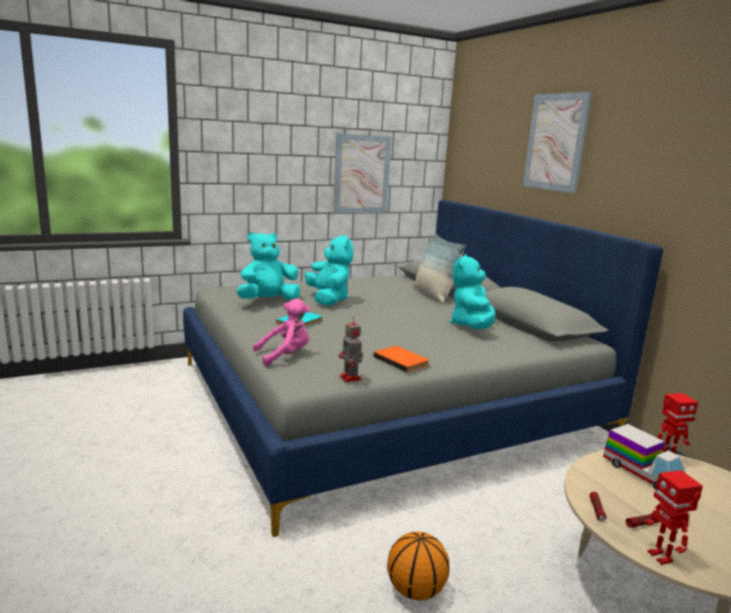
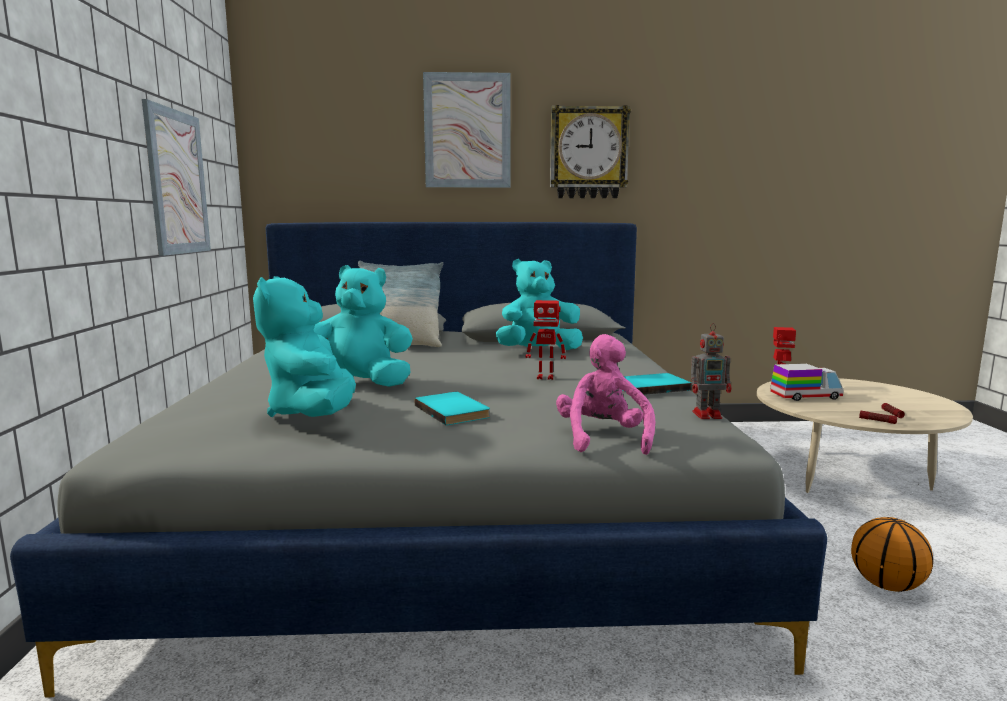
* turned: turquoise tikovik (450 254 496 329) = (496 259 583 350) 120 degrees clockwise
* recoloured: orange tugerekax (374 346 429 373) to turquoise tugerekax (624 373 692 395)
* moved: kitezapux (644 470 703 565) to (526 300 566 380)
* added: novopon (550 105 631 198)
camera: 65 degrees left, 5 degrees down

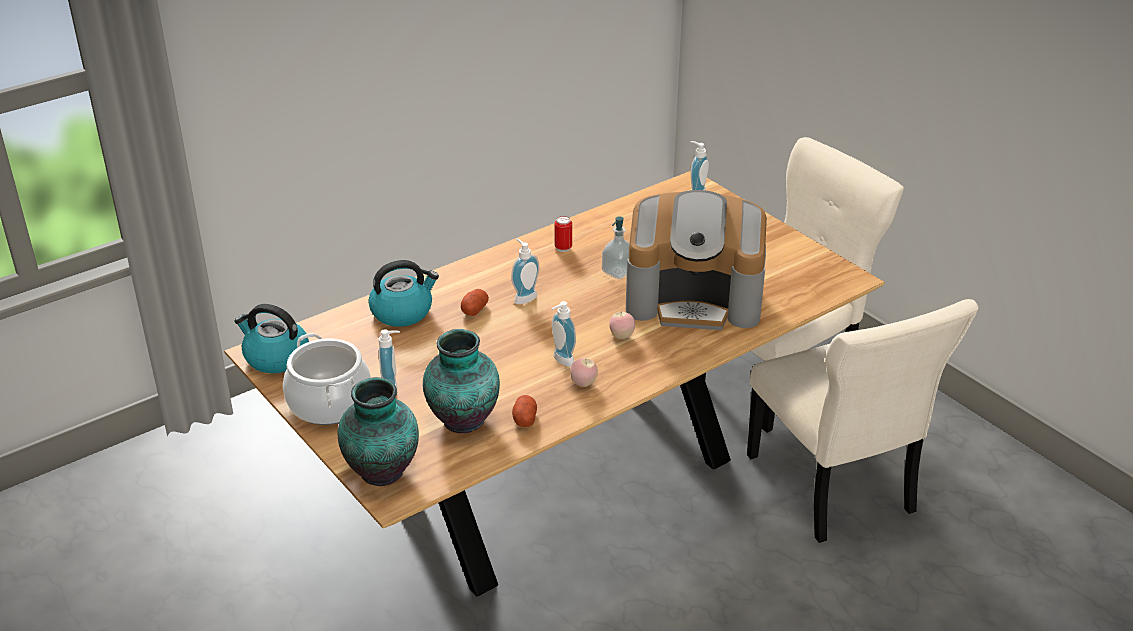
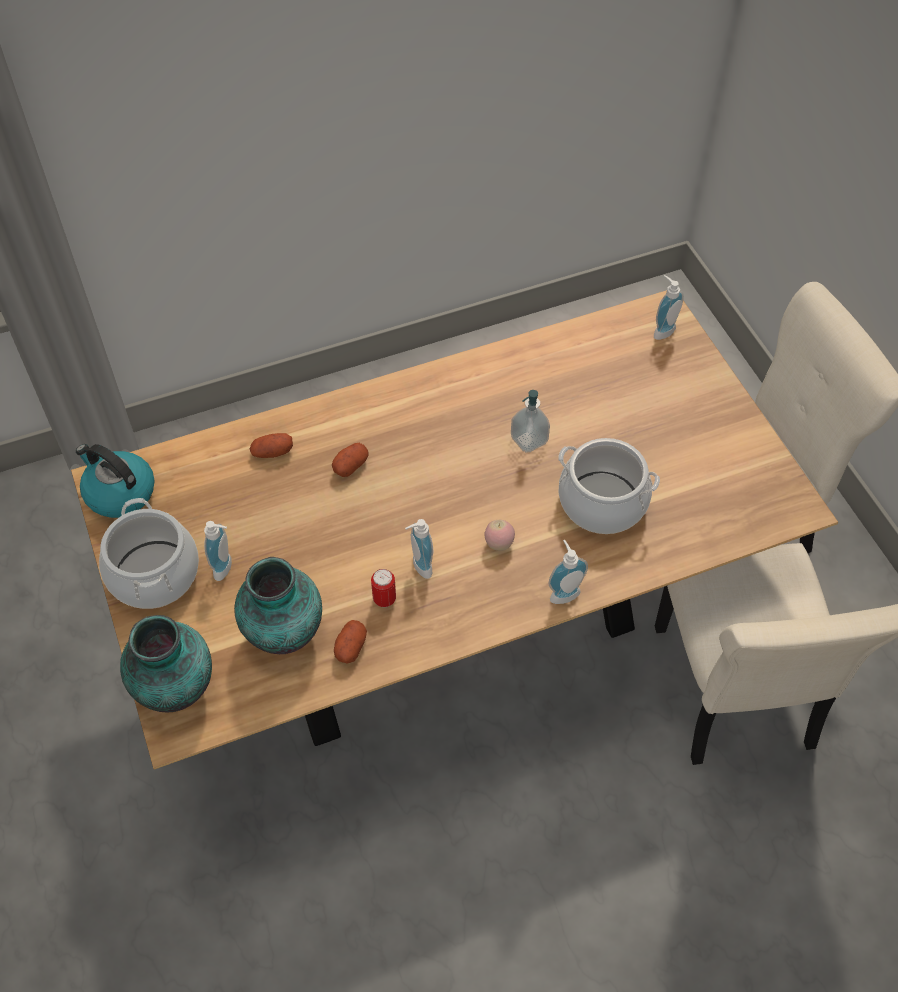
* replaced: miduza (626 190 767 330) to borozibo (558 438 660 534)
* moved: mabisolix (554 216 572 252) to (371 569 396 607)
* moved: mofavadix (511 239 539 304) to (548 540 588 604)
* replaced: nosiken (368 260 439 327) to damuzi (250 433 293 458)
* removed: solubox (570 358 598 387)
camera: 15 degrees right, 20 degrees up

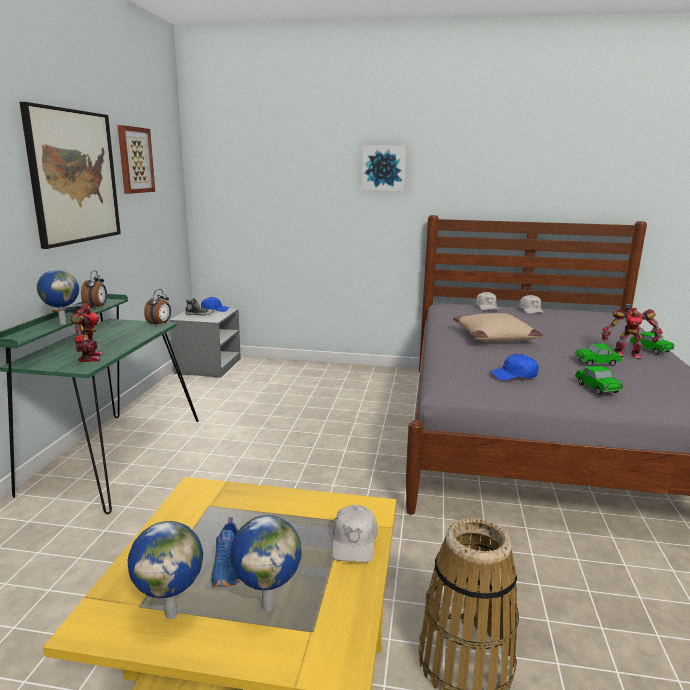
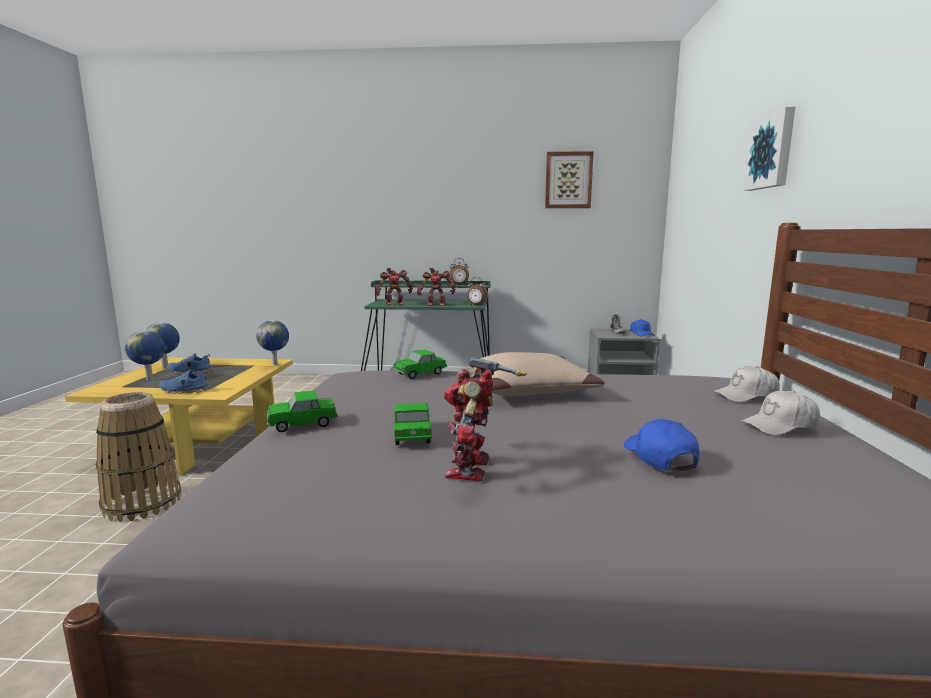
* removed: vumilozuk (20 102 121 249)
* moved: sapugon (37 269 79 325) to (256 320 289 365)
* moved: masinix (630 331 674 354) to (393 349 447 379)
* moved: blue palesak (490 354 539 380) to (624 419 699 472)
* replaced: white palesak (332 505 377 563) to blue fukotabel (160 370 210 394)
* added: kitezapux (417 268 456 306)
camera: 85 degrees right, 5 degrees down

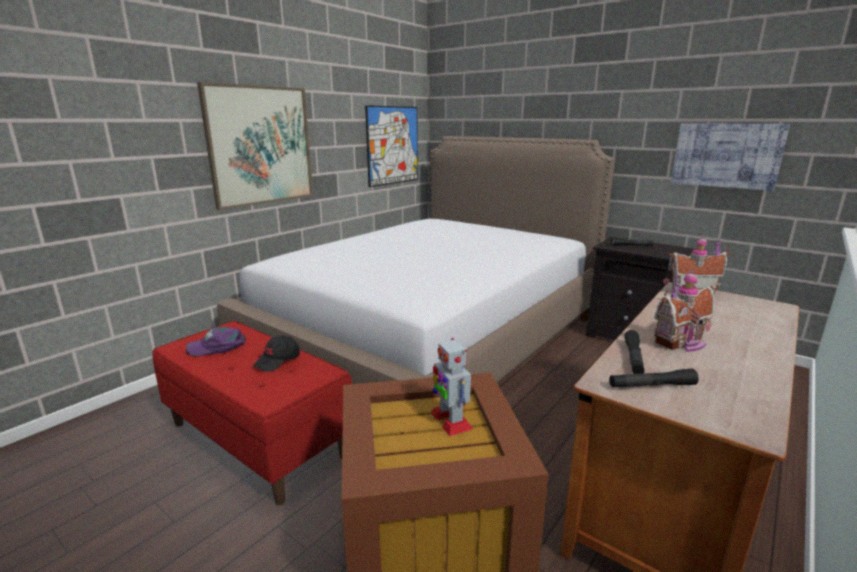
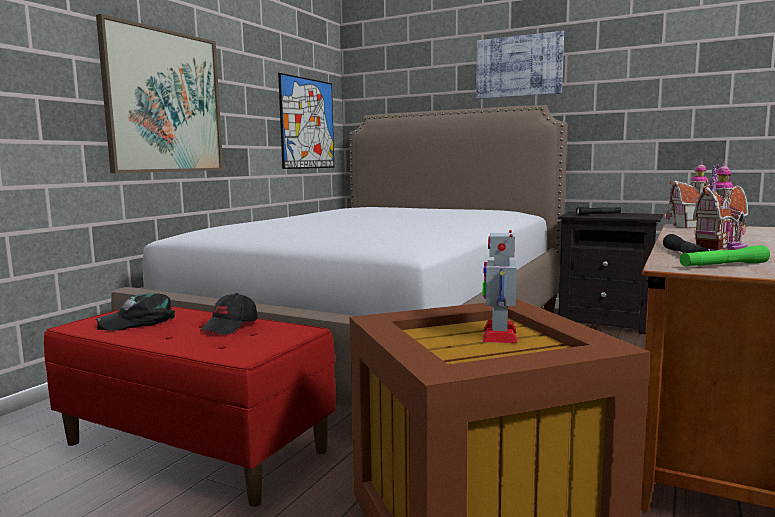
* moved: vumilozuk (671 123 790 191) to (476 31 564 99)
* recoloured: purple palesak (186 327 246 356) to black palesak (96 293 175 331)
* turned: kitezapux (431 338 473 436) = (483 230 517 343) 45 degrees clockwise
* recoloured: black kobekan (609 369 699 388) to green kobekan (680 245 770 267)
camera: 10 degrees left, 10 degrees down

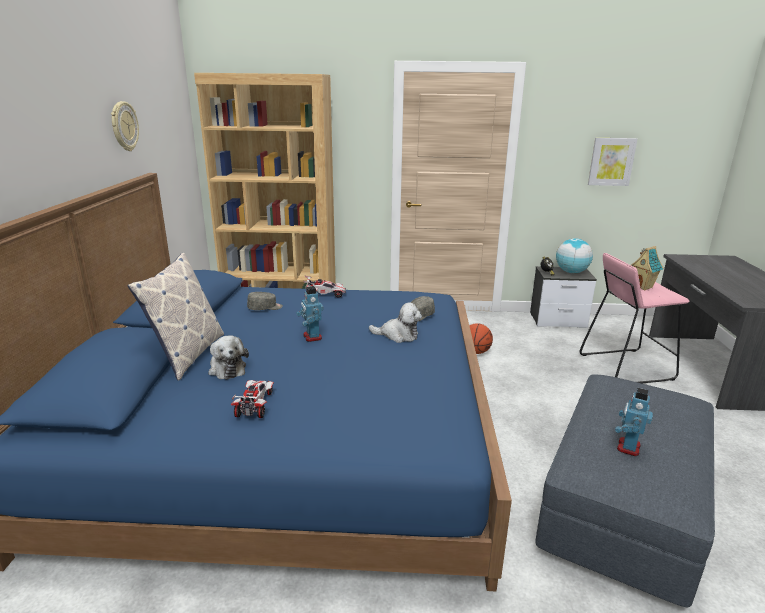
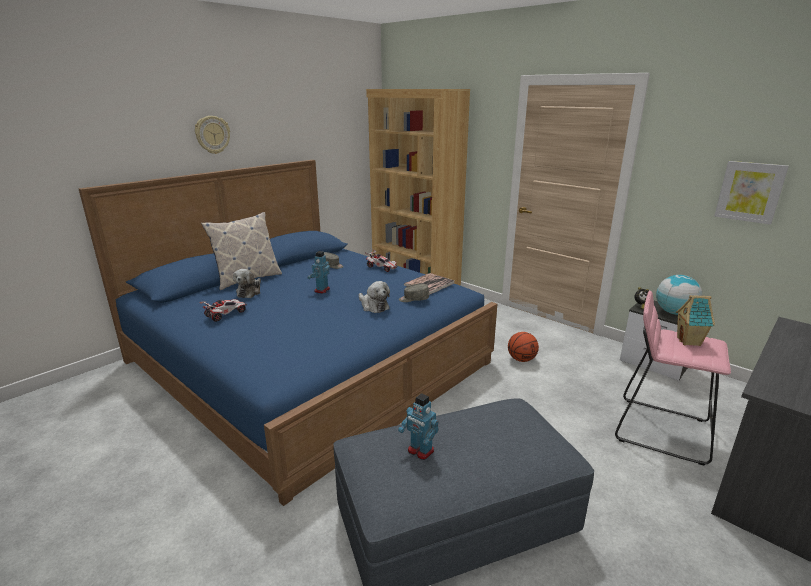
* moved: novopon (111 101 139 151) to (195 116 230 154)
* turned: kitezapux (615 388 653 457) = (398 393 439 460) 120 degrees counterclockwise
* added: tugerekax (404 273 455 294)
camera: 40 degrees right, 0 degrees up

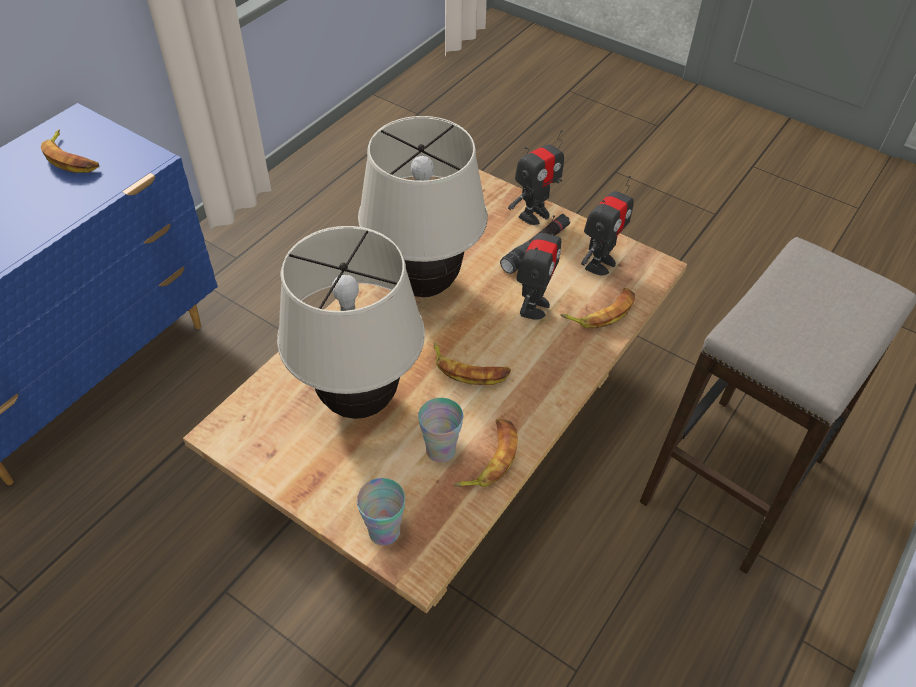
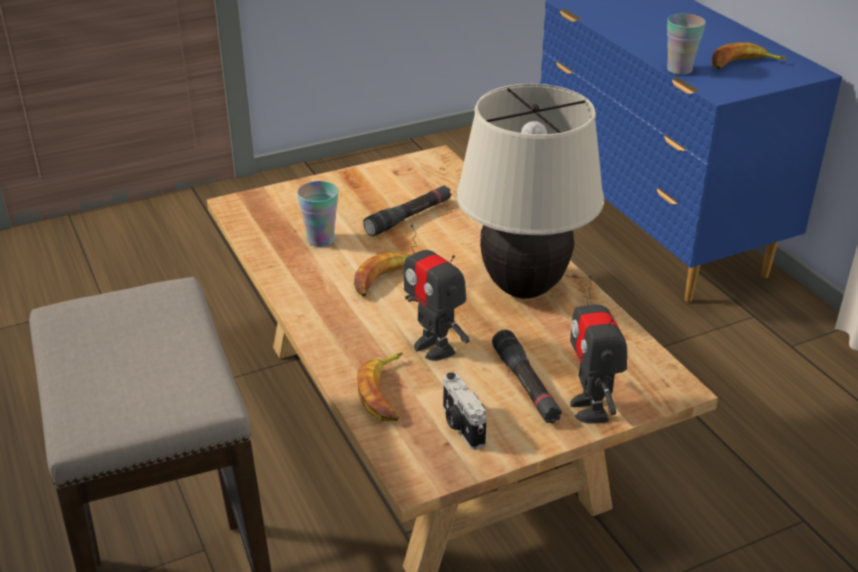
* replaced: kitezapux (581 176 634 275) to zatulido (443 372 487 450)
* replaced: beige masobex (277 226 425 419) to black kobekan (363 185 452 236)
* removed: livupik (454 419 518 487)
* moved: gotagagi (357 478 406 545) to (667 14 706 75)
camera: 120 degrees right, 15 degrees down

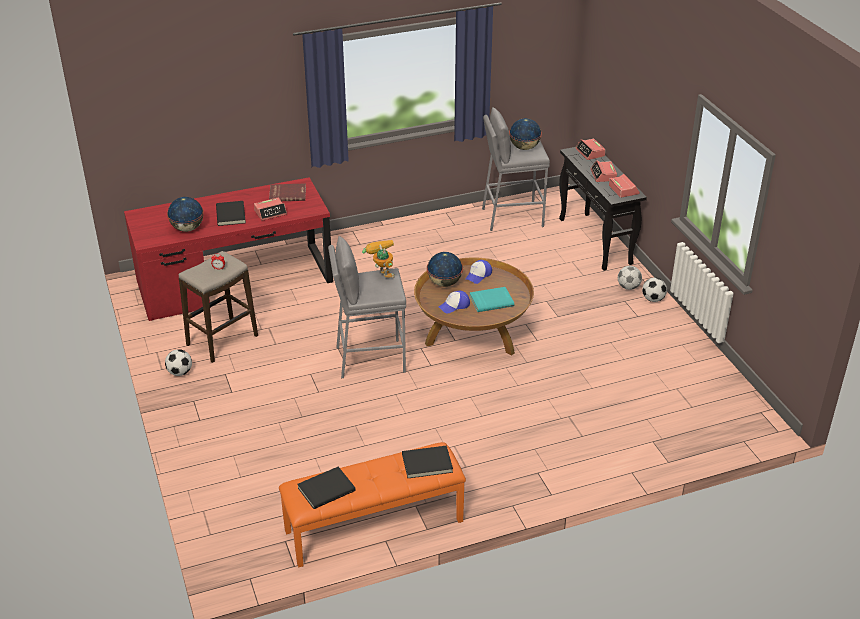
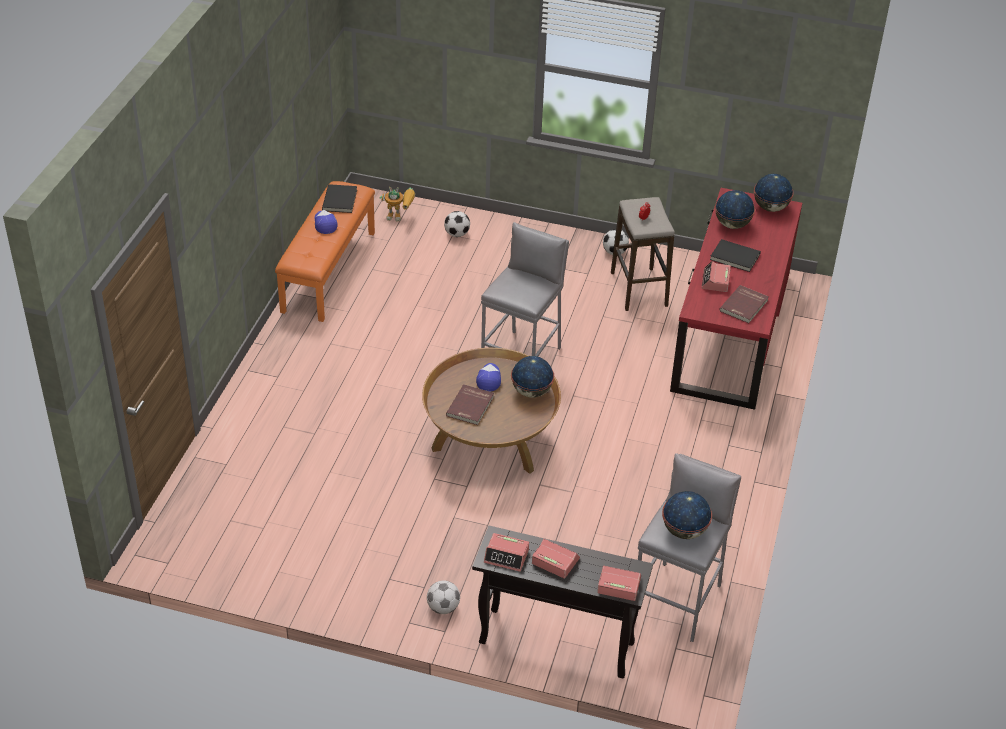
* moved: kitezapux (362 240 395 278) to (379 187 415 221)
* moved: palesak (465 260 492 284) to (314 210 338 234)
* moved: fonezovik (642 277 667 302) to (444 211 470 237)
* recoloured: turquoise tugerekax (470 287 514 312) to red tugerekax (446 384 494 425)
* removed: black tugerekax (402 446 453 478)
* added: sapugon (754 174 794 212)
camera: 125 degrees right, 5 degrees up

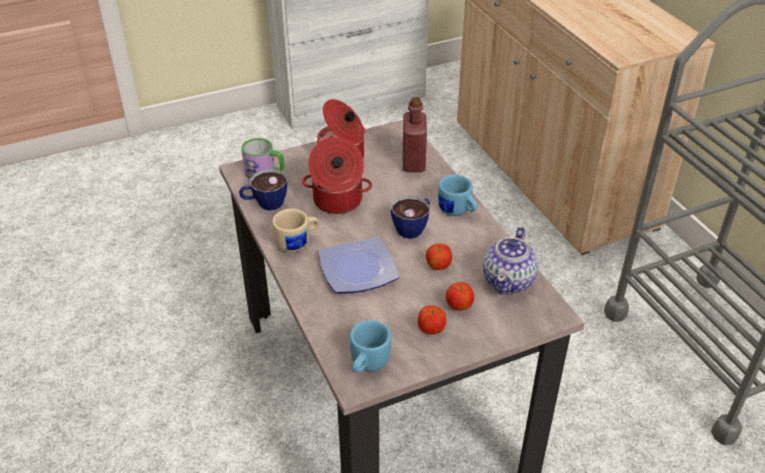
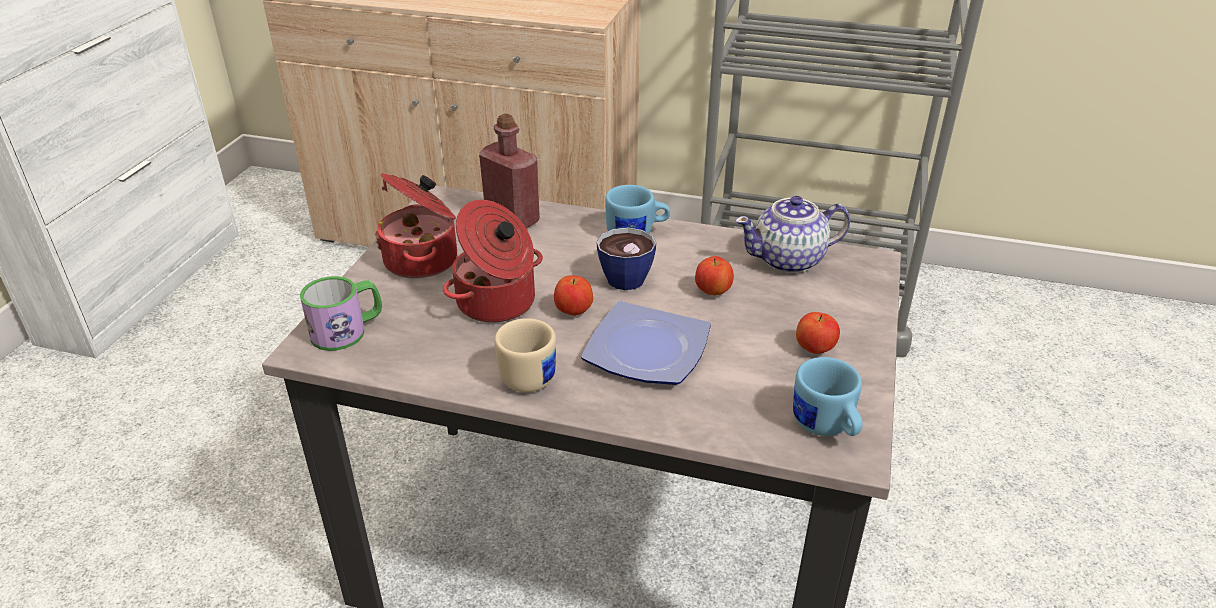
* removed: gotagagi (239 169 287 210)
* turned: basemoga (483 227 539 294) = (735 196 850 273) 105 degrees clockwise
* moved: solubox (446 282 474 311) to (554 275 593 316)
camera: 50 degrees left, 5 degrees down

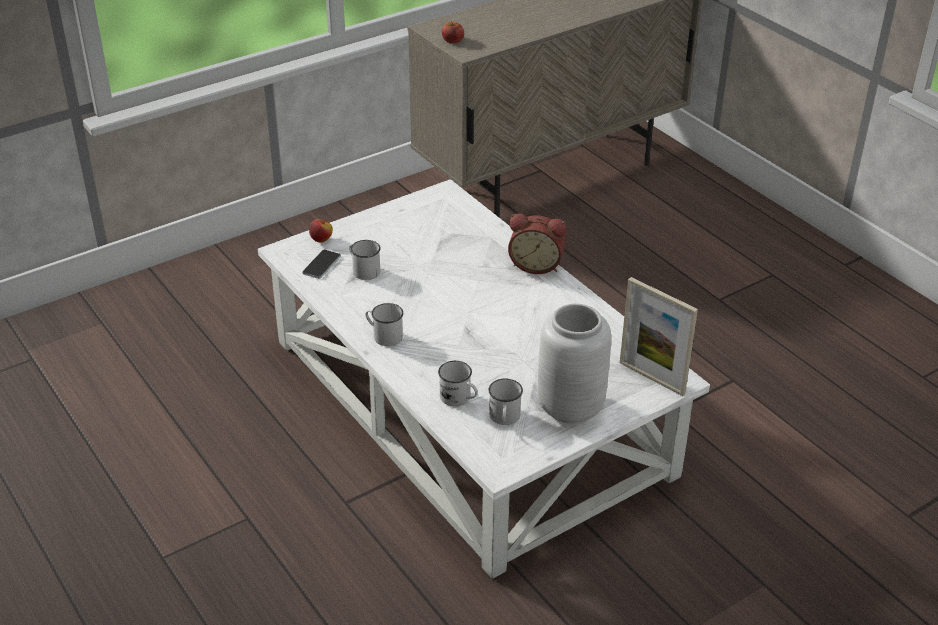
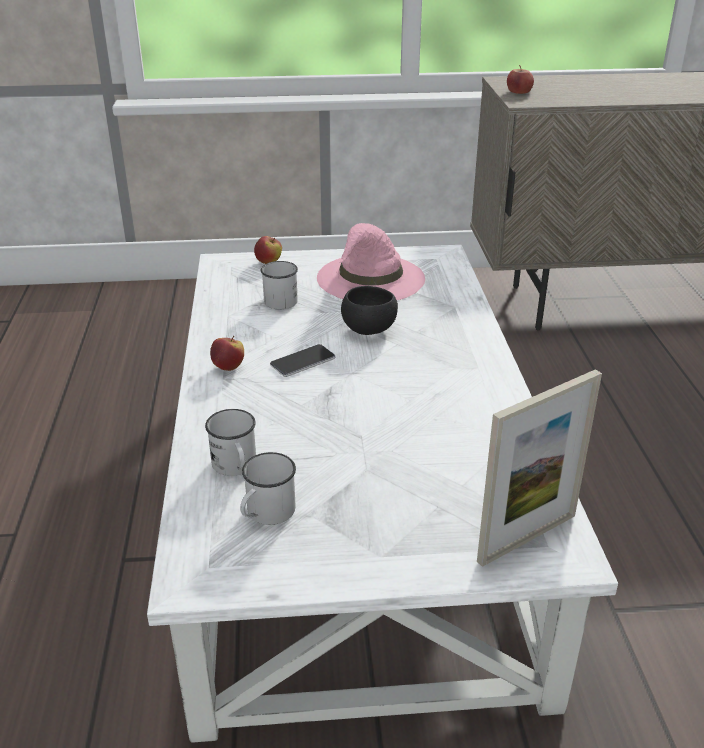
* removed: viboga (508 214 567 274)
* moved: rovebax (302 250 341 279) to (270 344 336 377)
* turned: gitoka (620 277 698 396) = (477 369 602 567) 105 degrees counterclockwise
* replaced: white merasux (366 303 403 346) to solubox (210 336 244 371)
* removed: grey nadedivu (538 304 611 424)
* added: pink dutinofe (317 223 425 300)
* added: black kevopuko (341 286 398 335)
camera: 30 degrees right, 5 degrees down

